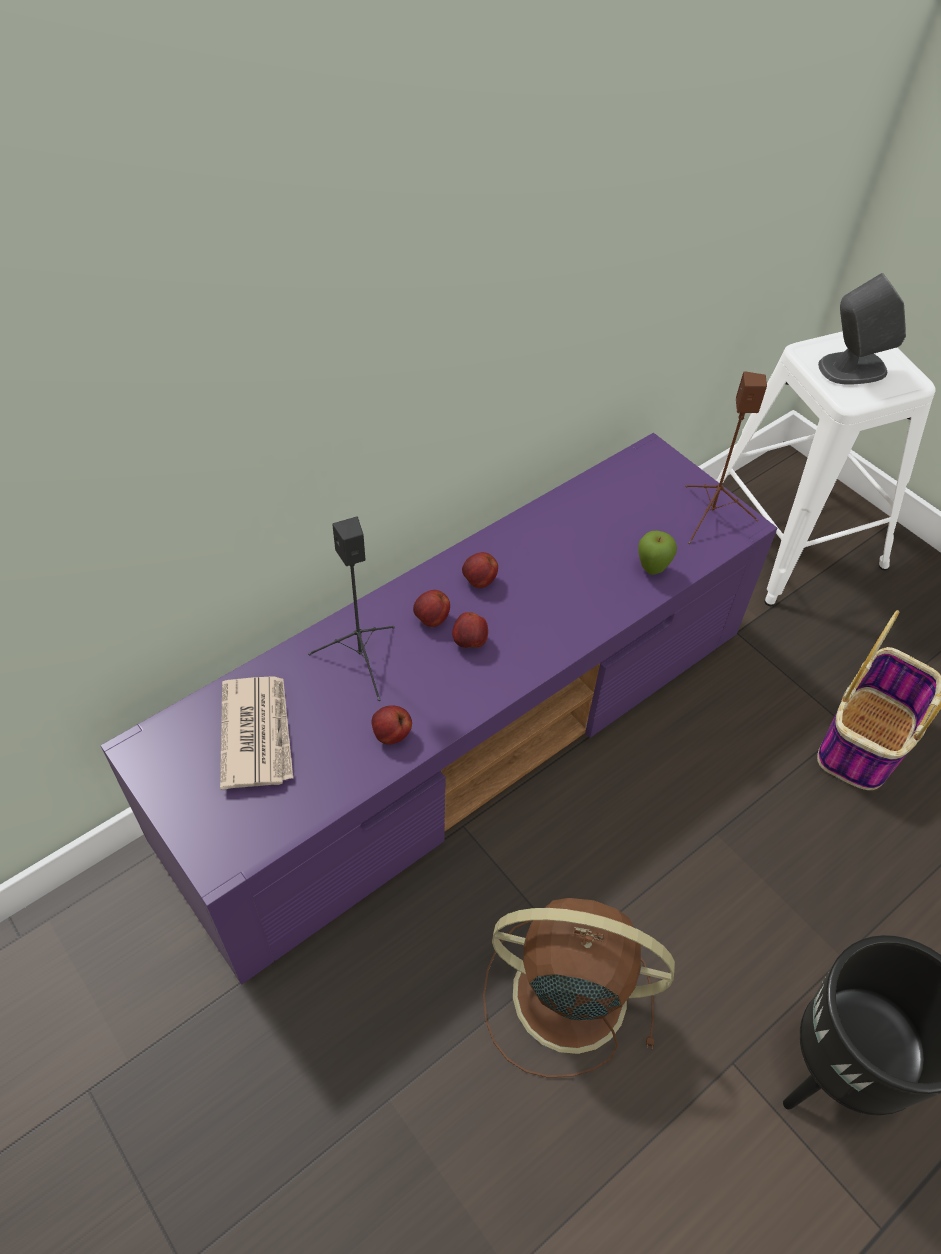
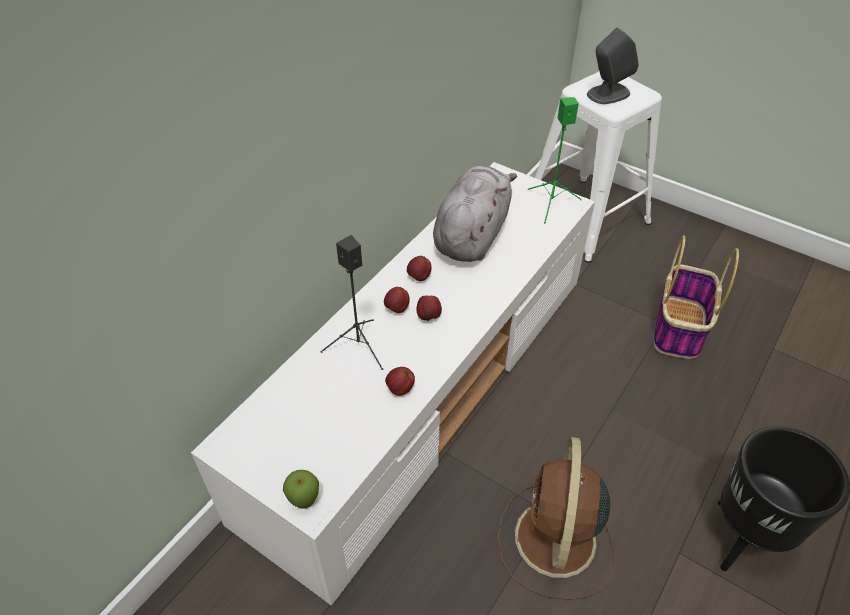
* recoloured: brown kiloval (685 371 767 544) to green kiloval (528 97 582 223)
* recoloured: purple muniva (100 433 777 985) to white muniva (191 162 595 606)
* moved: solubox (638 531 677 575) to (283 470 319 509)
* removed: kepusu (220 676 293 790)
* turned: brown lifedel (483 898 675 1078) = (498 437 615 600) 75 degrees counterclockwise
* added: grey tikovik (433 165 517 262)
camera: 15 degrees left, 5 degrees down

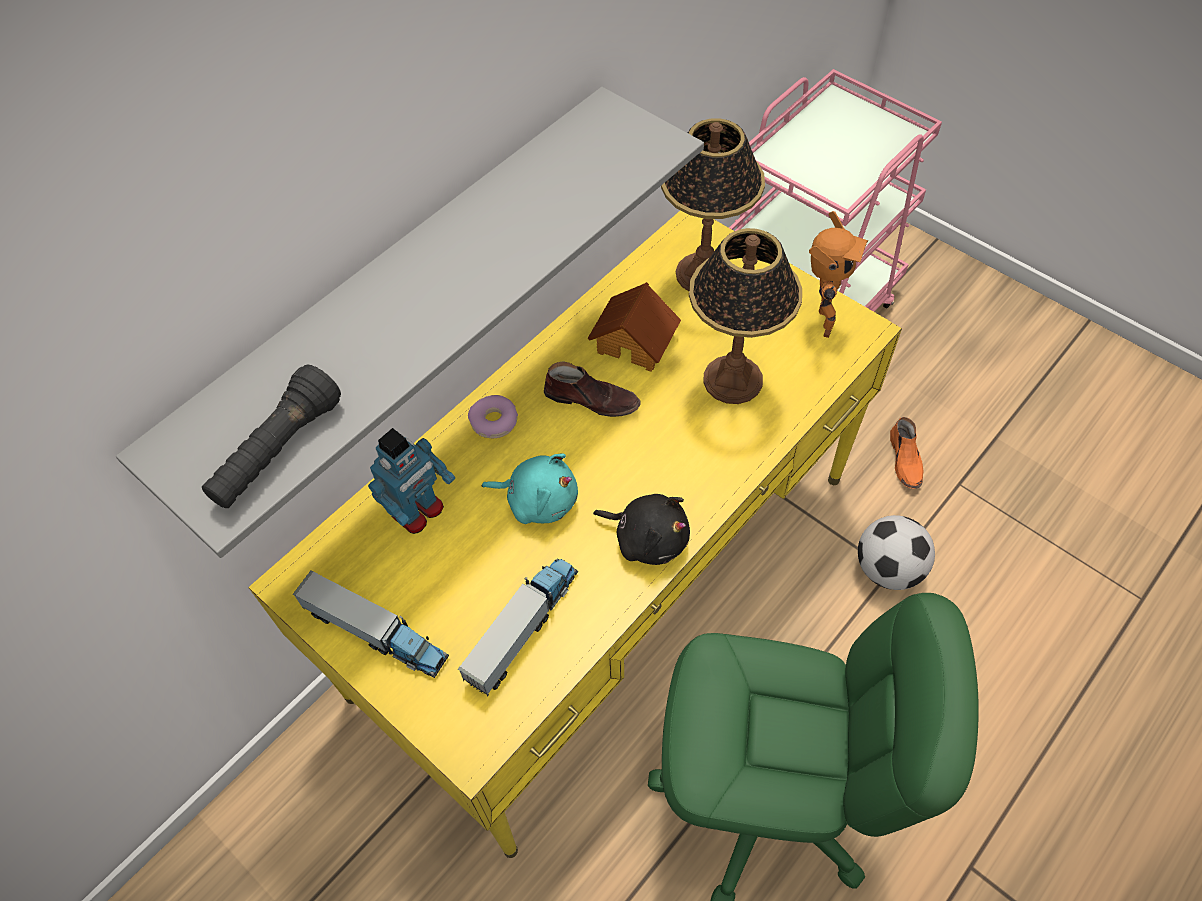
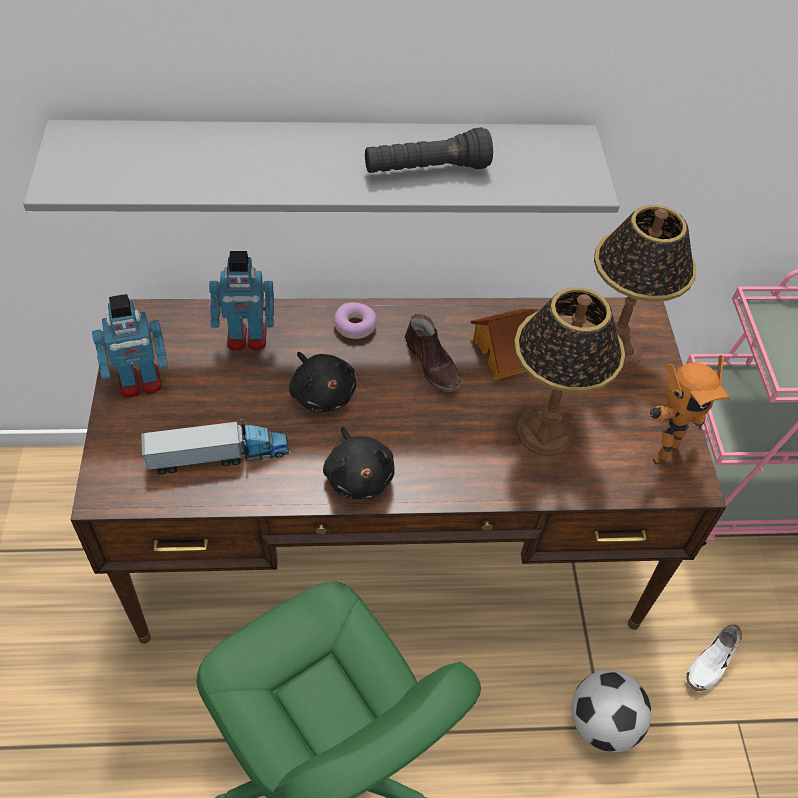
* recoloured: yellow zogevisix (249 210 902 858) to brown zogevisix (71 297 726 644)
* moved: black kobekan (202 364 341 508) to (365 127 493 173)
* recoloured: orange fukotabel (890 417 924 489) to white fukotabel (686 624 742 691)
* recoloured: turquoise tikovik (482 453 578 524) to black tikovik (289 352 356 412)
* replaced: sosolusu (292 570 449 678) to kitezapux (92 294 168 398)
camera: 40 degrees right, 5 degrees down

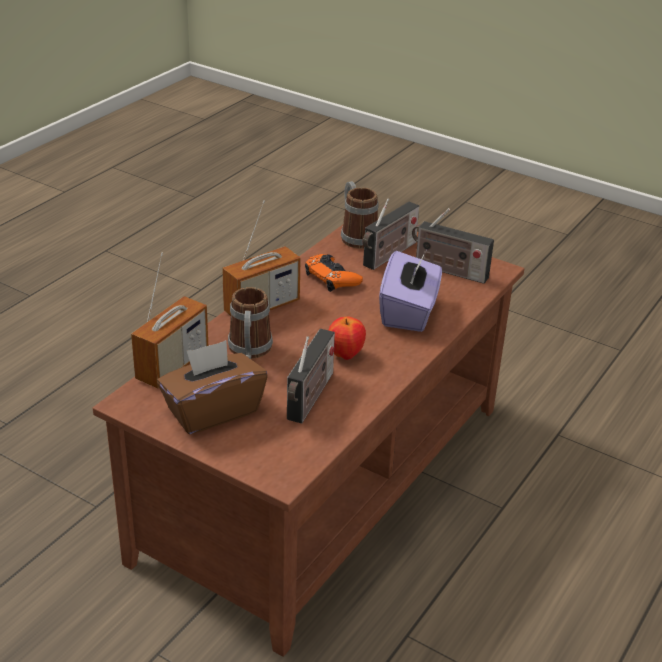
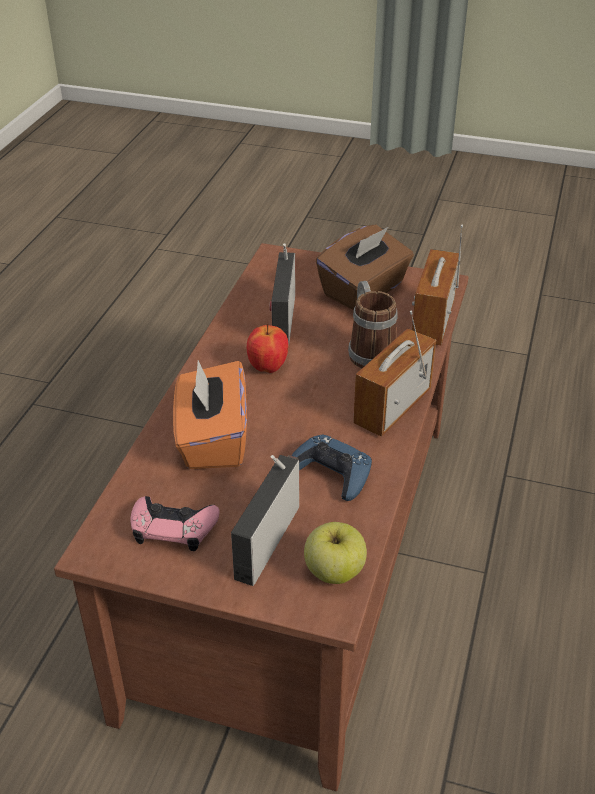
* replaced: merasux (341 181 379 249) to solubox (304 522 367 584)
* replaced: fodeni (412 208 494 284) to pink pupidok (130 496 220 551)
* recoloured: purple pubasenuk (379 251 442 332) to orange pubasenuk (173 360 247 469)
* recoloured: orange pupidok (305 254 363 292) to blue pupidok (291 434 372 501)
camera: 165 degrees right, 5 degrees up

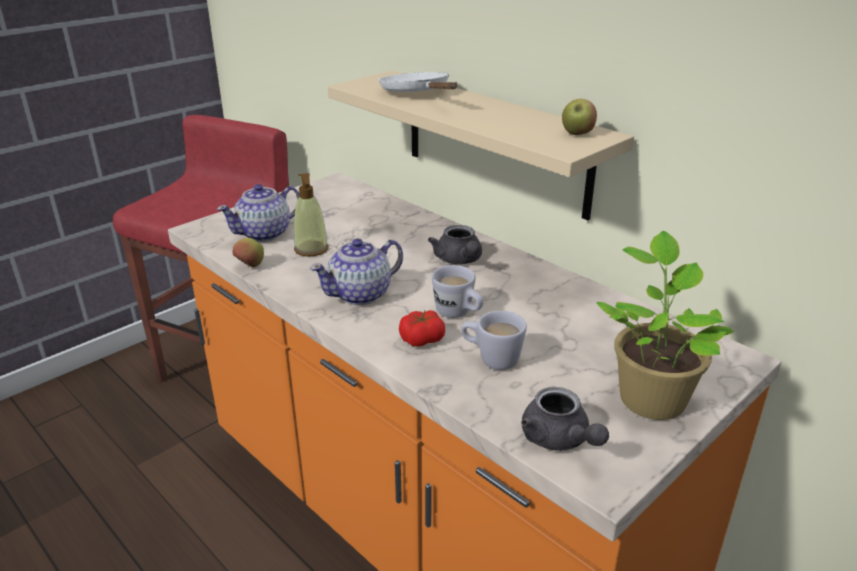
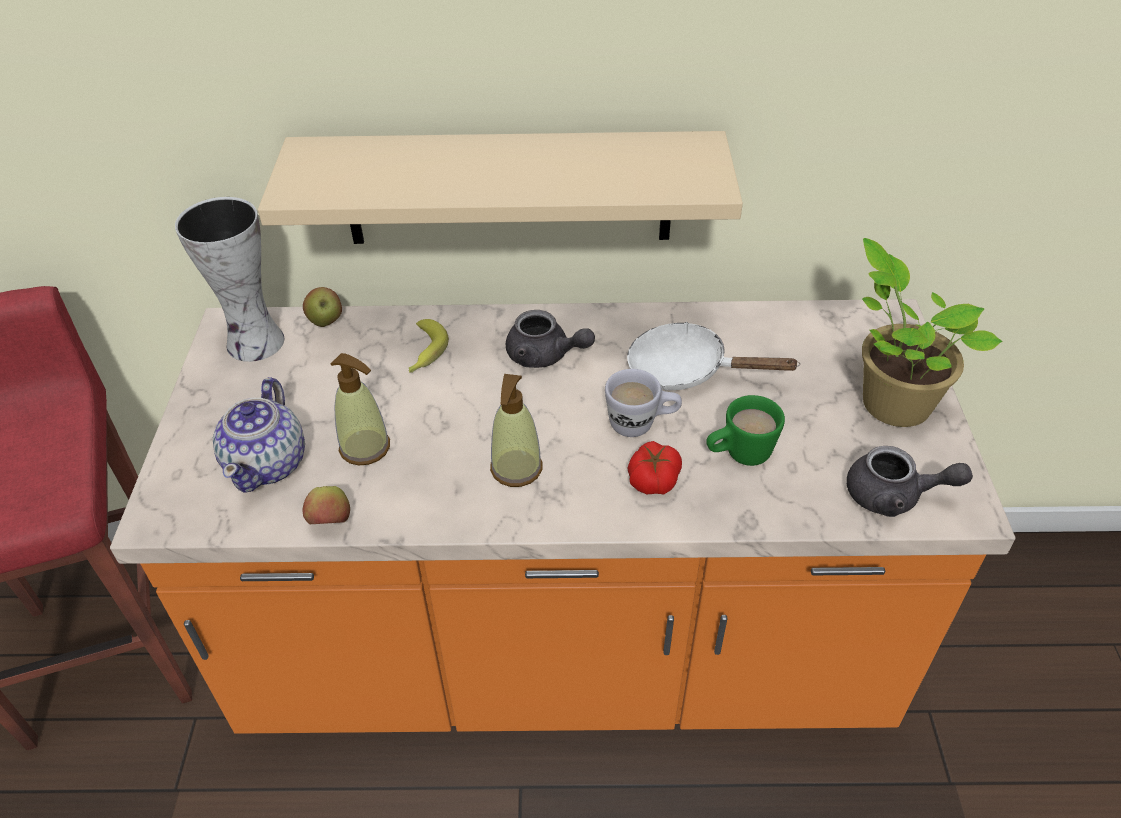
* moved: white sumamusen (378 72 457 92) to (627 322 800 390)
* moved: solubox (562 99 597 135) to (303 287 342 327)
* replaced: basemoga (310 239 403 305) to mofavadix (490 374 542 487)
* recoloured: white merasux (461 311 527 370) to green merasux (706 395 785 466)
* added: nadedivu (175 197 285 362)
* added: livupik (409 319 449 373)
camera: 45 degrees left, 15 degrees up

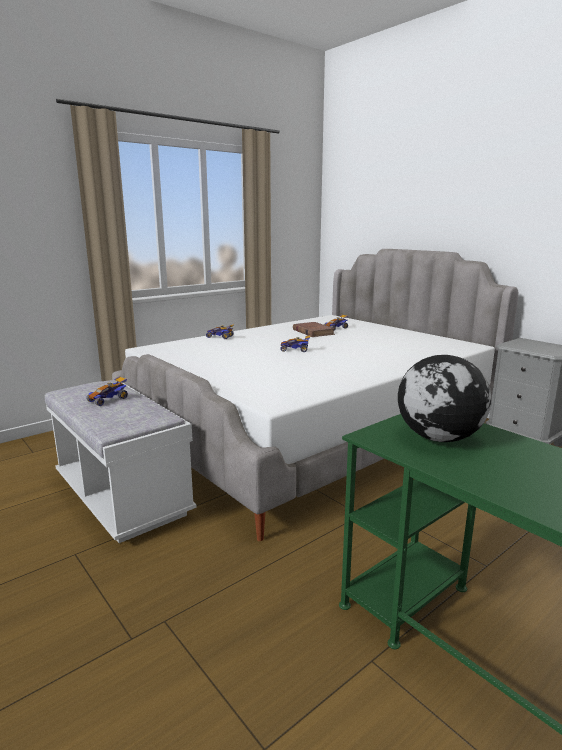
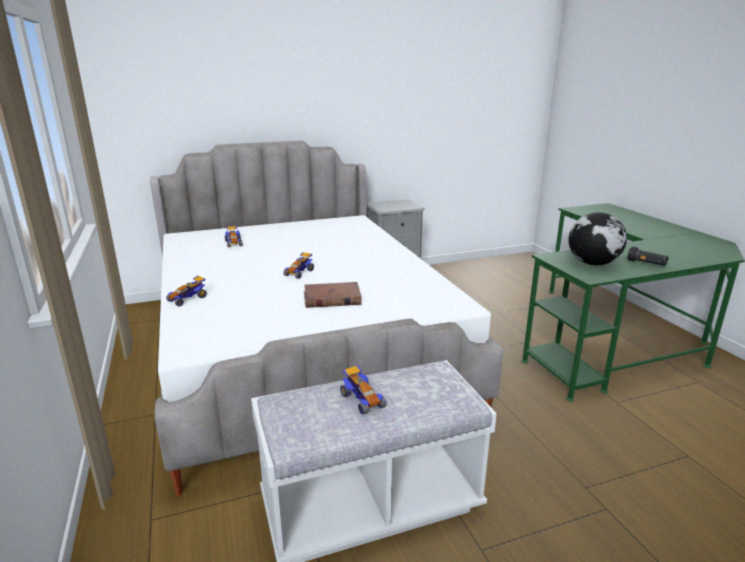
* moved: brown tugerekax (293 322 335 337) to (304 282 362 308)
* added: black kobekan (628 246 668 266)
camera: 70 degrees left, 5 degrees up

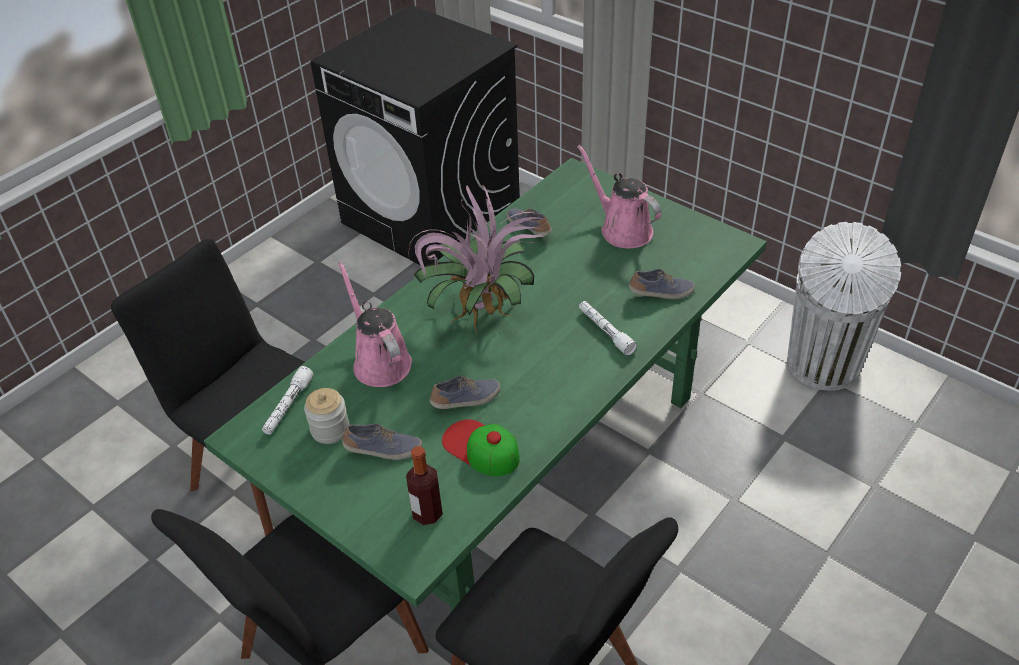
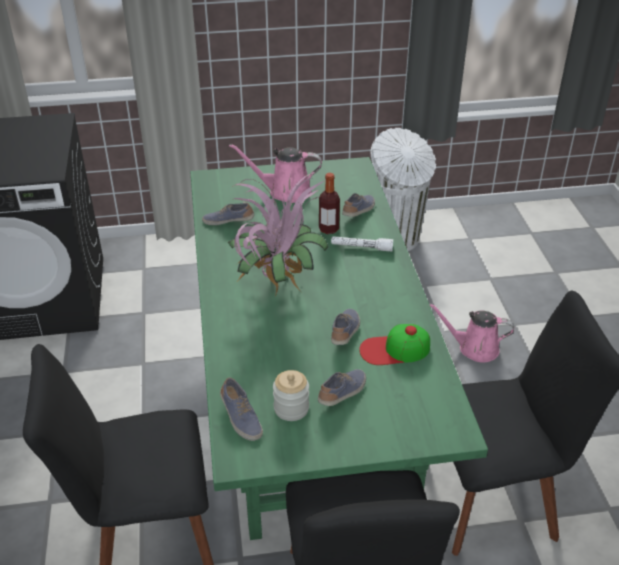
* moved: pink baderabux (338 261 412 387) to (429 303 514 363)
* replaced: white kobekan (262 366 314 435) to fukotabel (220 378 263 441)
* moved: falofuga (406 446 443 525) to (319 173 340 234)
camera: 50 degrees left, 5 degrees down

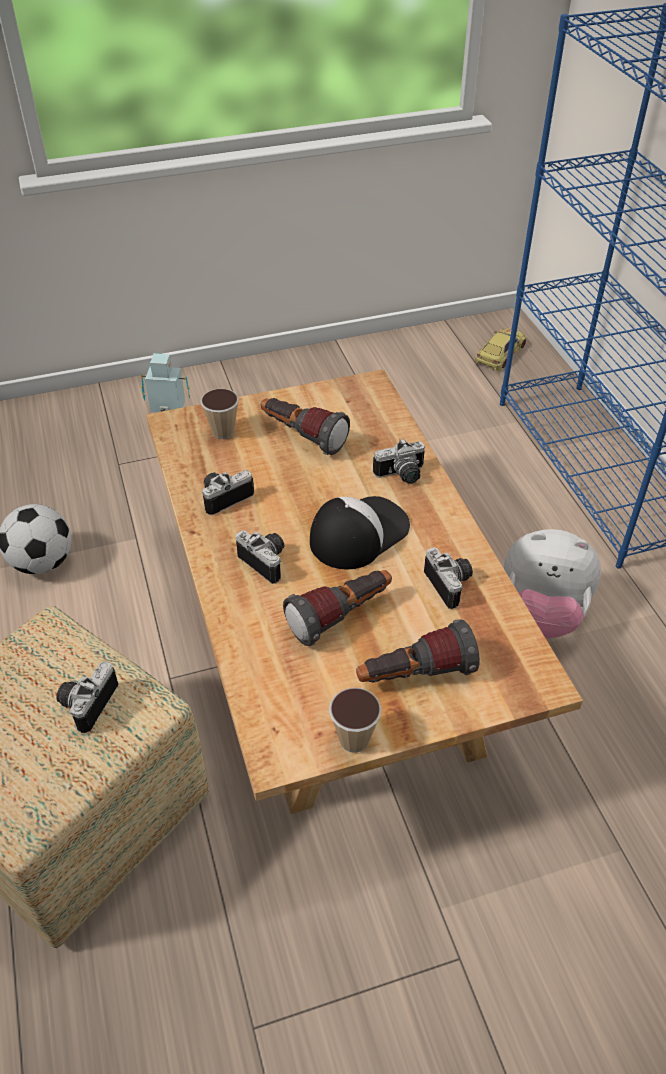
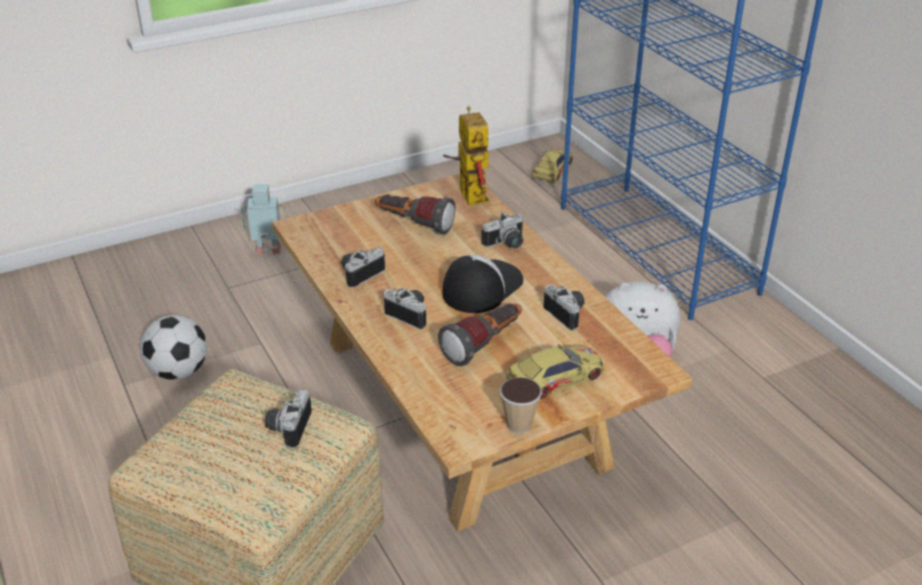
* removed: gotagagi (200 389 239 439)
* replaced: kobekan (356 619 480 683) to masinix (506 344 604 399)
* added: kitezapux (443 106 489 206)
camera: 10 degrees left, 10 degrees down

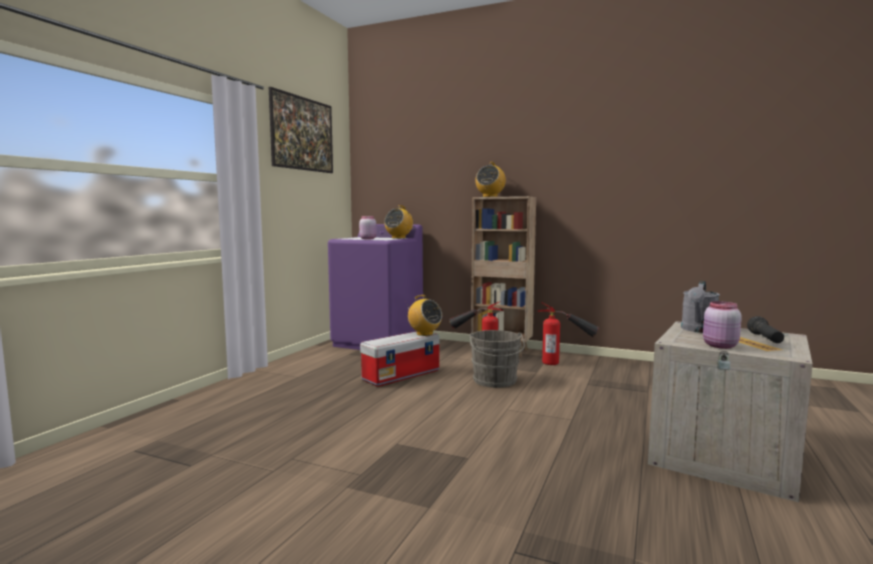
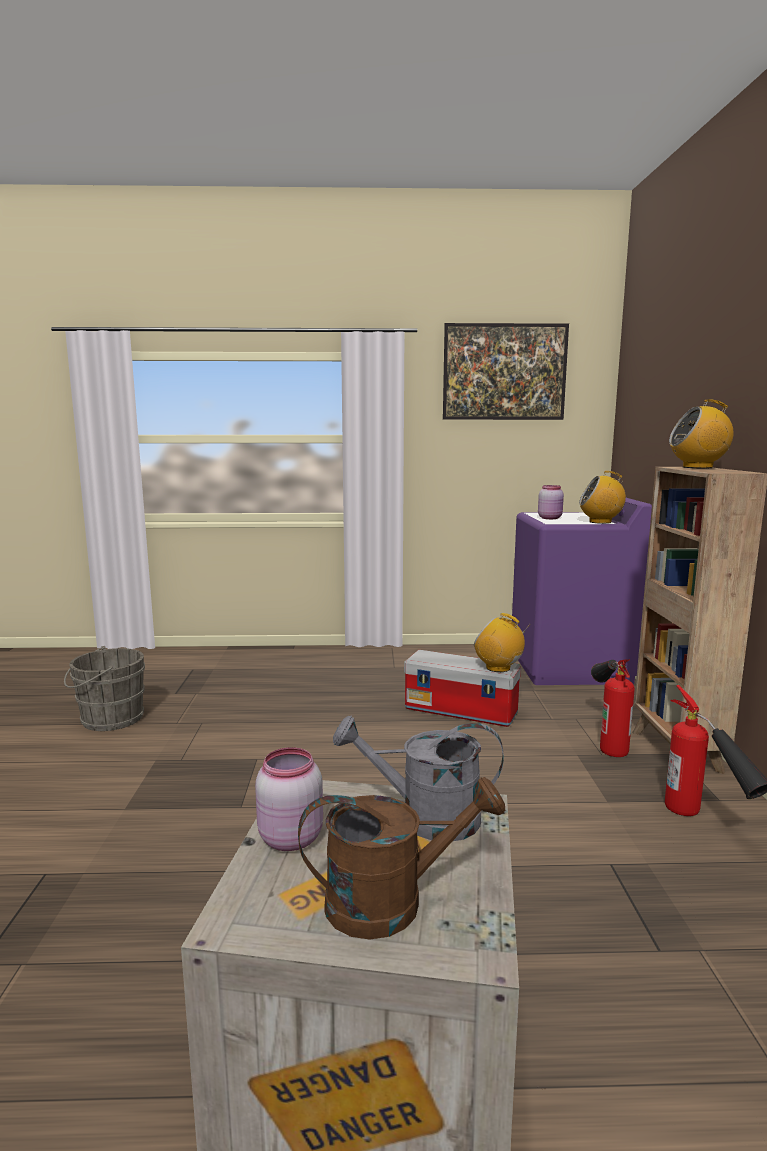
* turned: fodeni (405 295 442 336) = (474 613 531 672) 105 degrees clockwise
* replaced: black kobekan (747 316 784 343) to brown baderabux (298 777 505 940)
* moved: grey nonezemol (469 330 525 388) to (64 646 145 731)
camera: 65 degrees right, 5 degrees up

